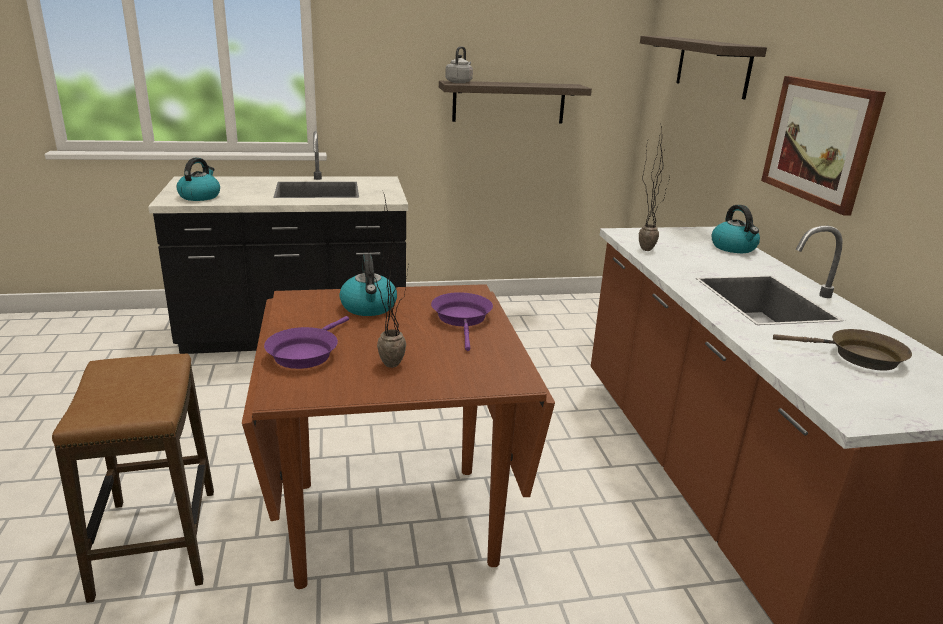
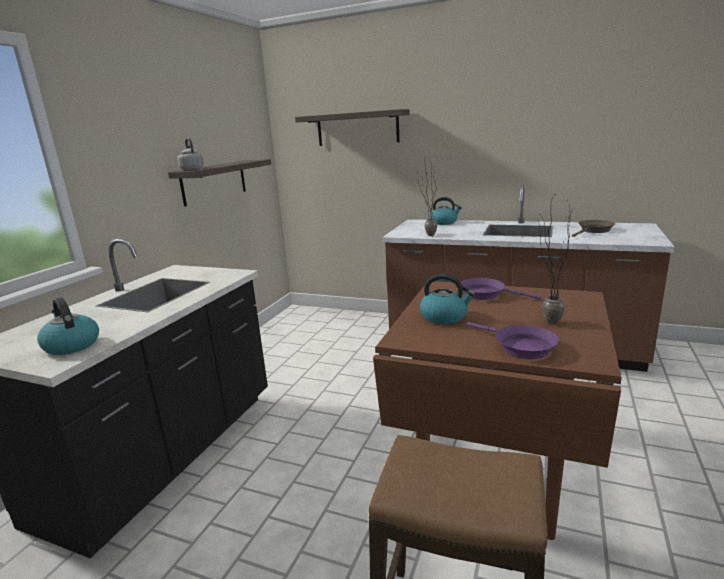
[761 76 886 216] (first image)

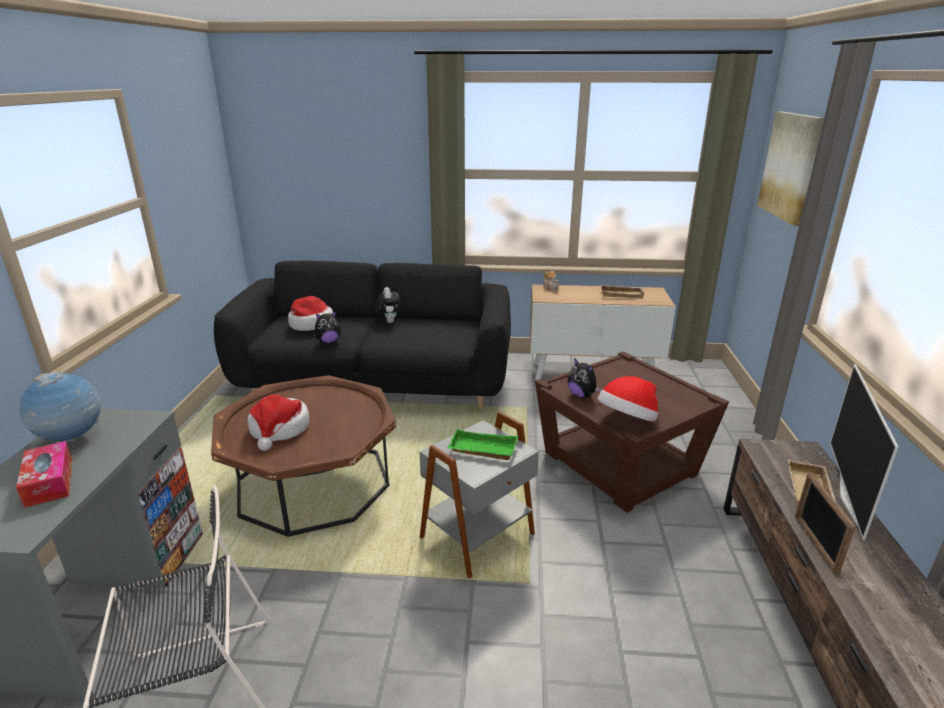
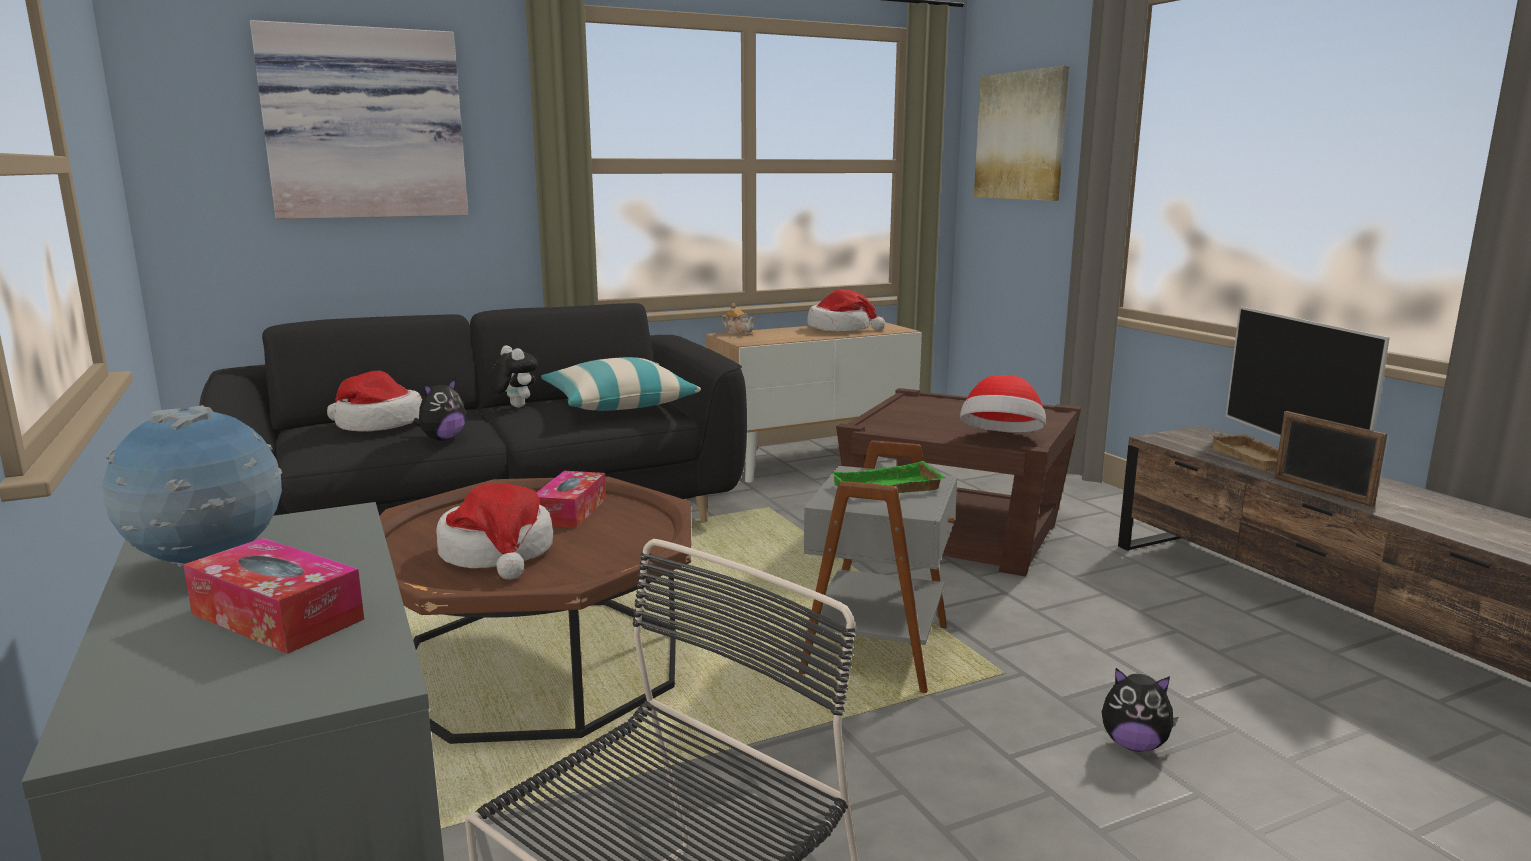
[807 289 885 331]
[1102 668 1178 752]
[250 20 468 219]
[541 357 701 411]
[537 471 606 528]

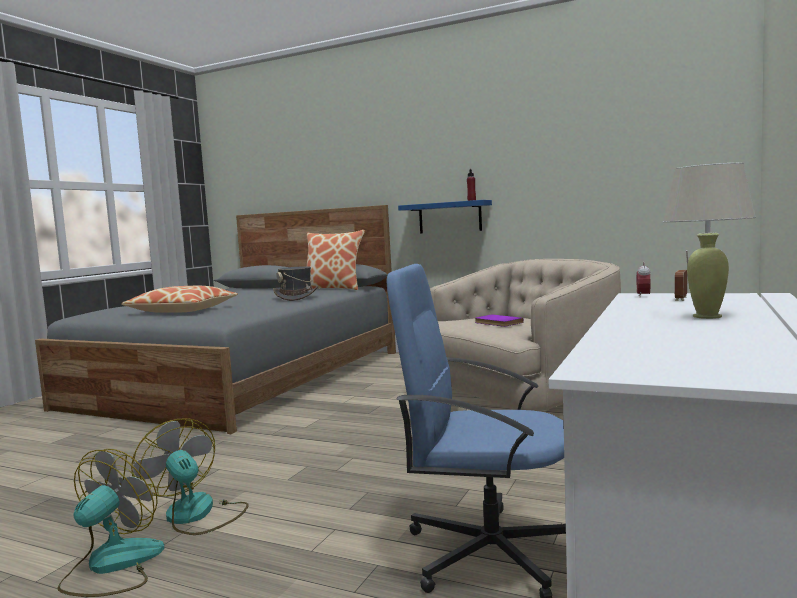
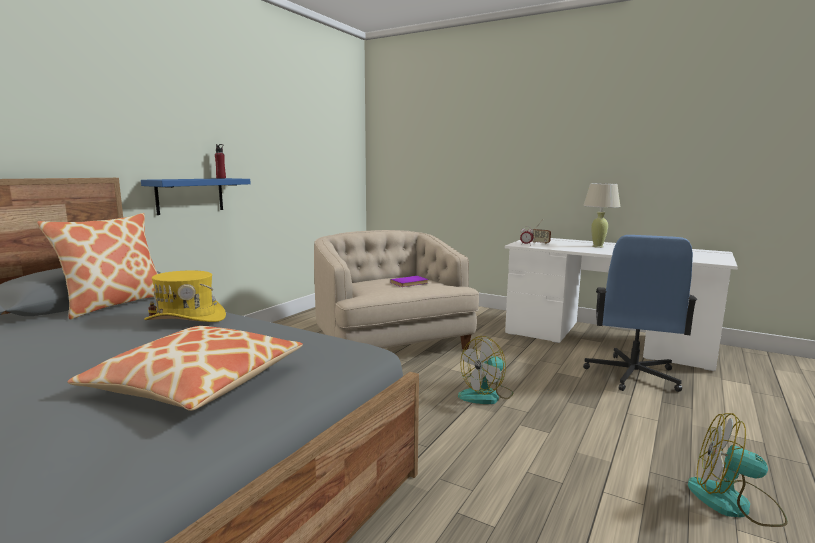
[144 270 226 322]
[458 336 513 404]

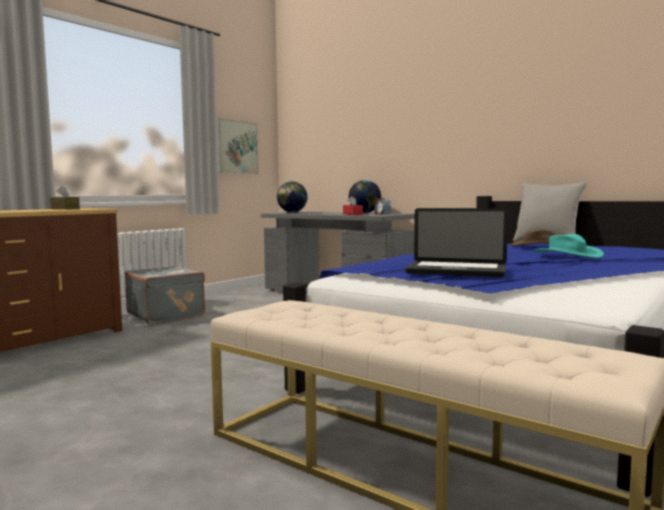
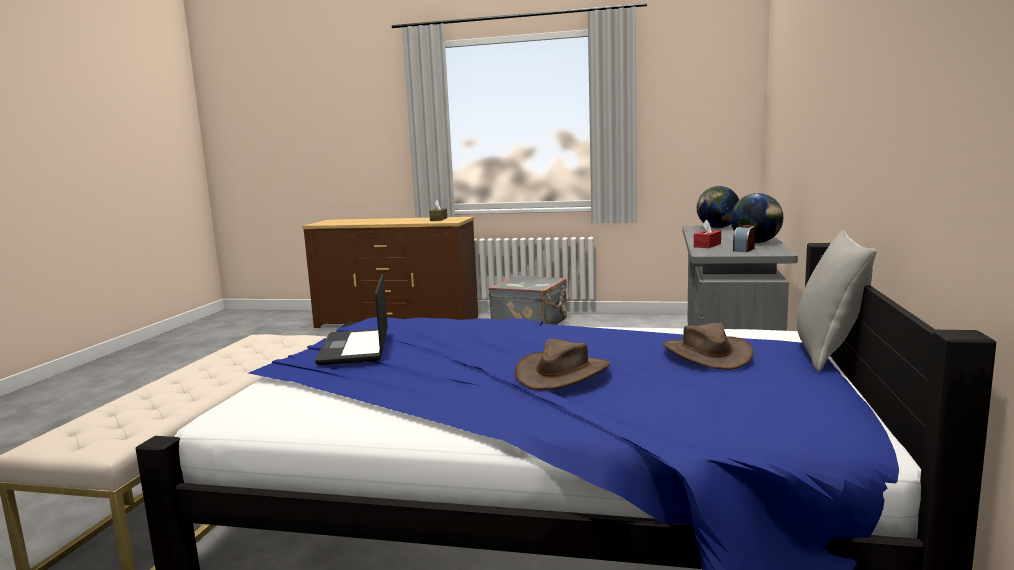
[216 118 259 174] (first image)
[515 339 610 390]

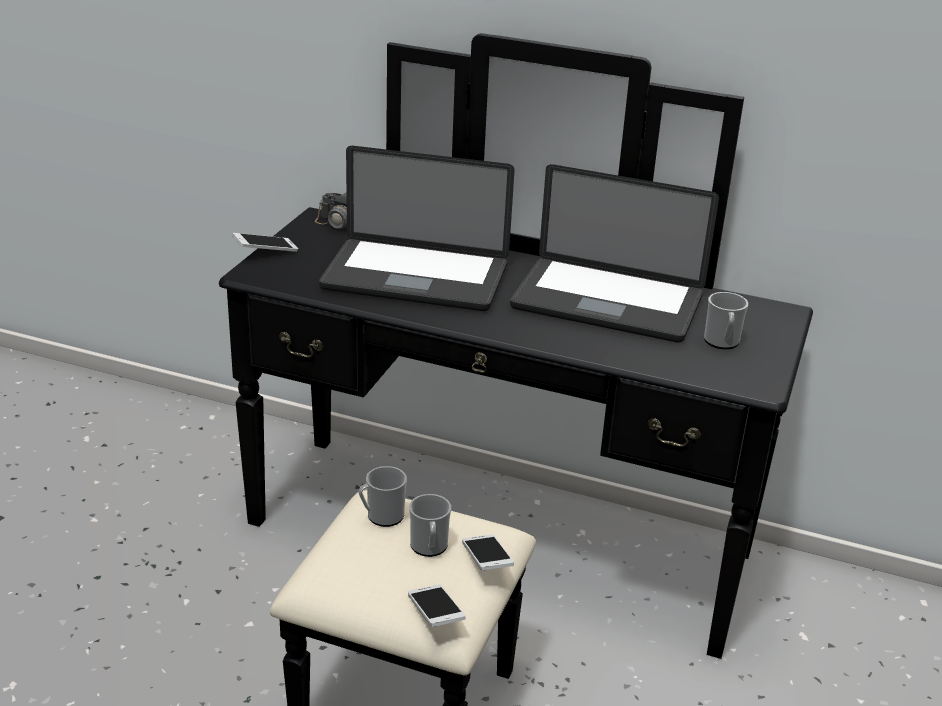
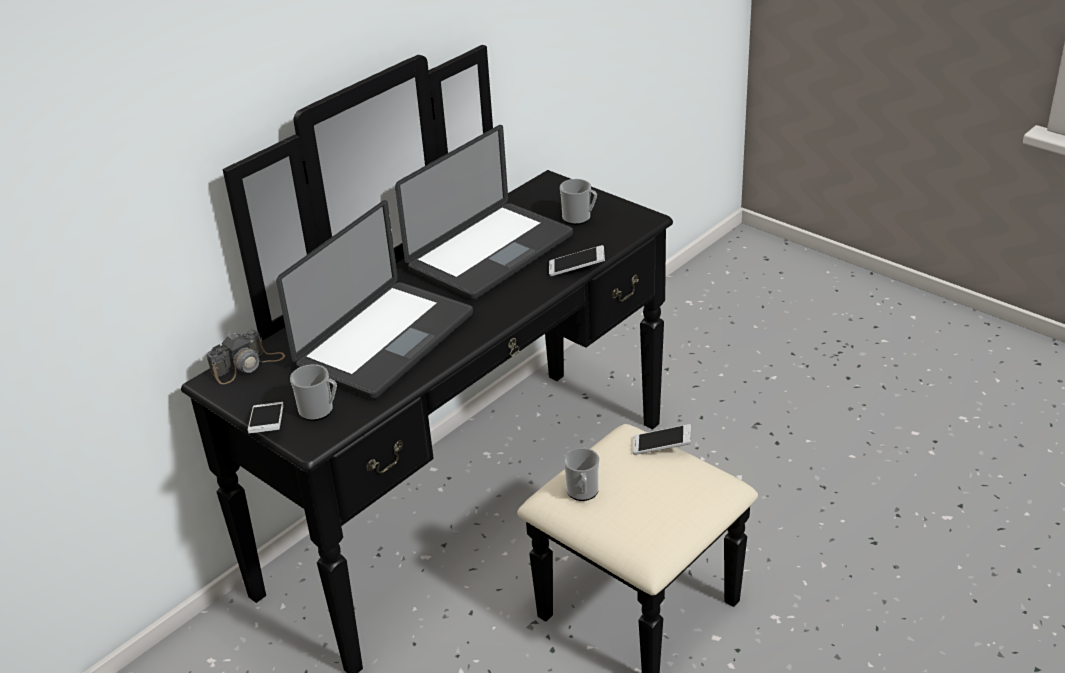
[290 364 337 421]
[549 245 605 277]

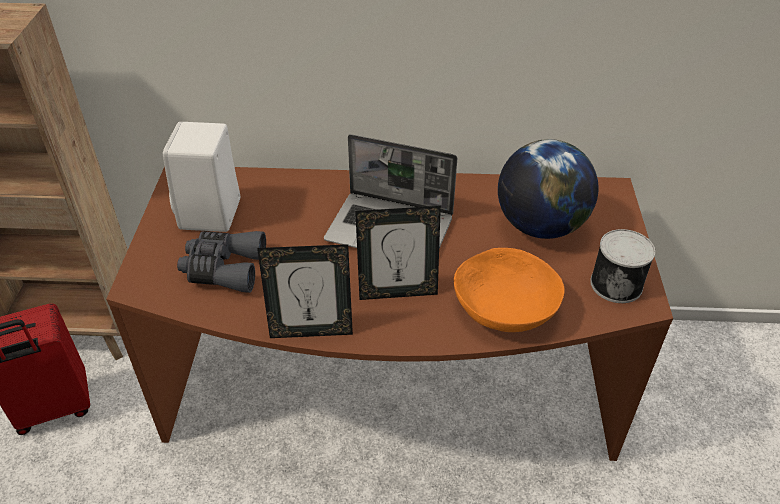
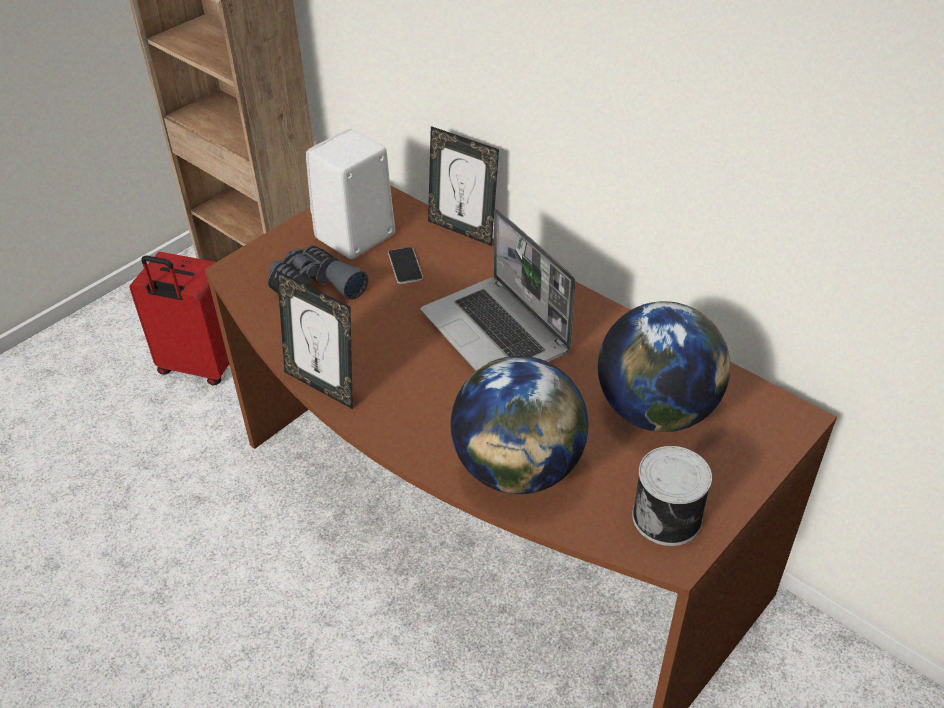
[428 126 499 246]
[451 356 588 494]
[388 247 423 284]

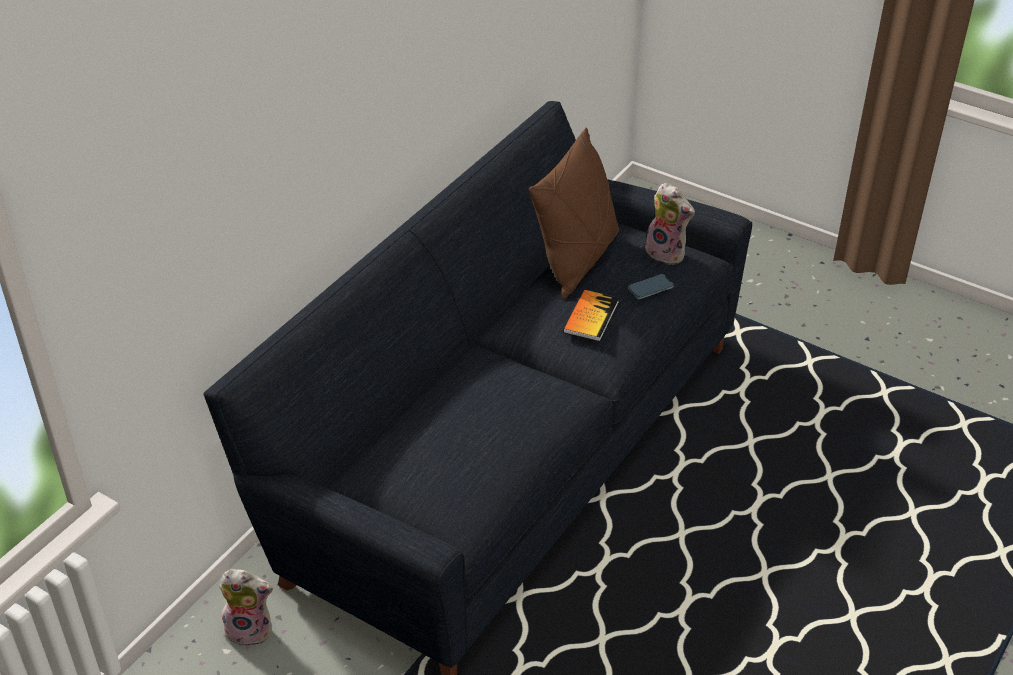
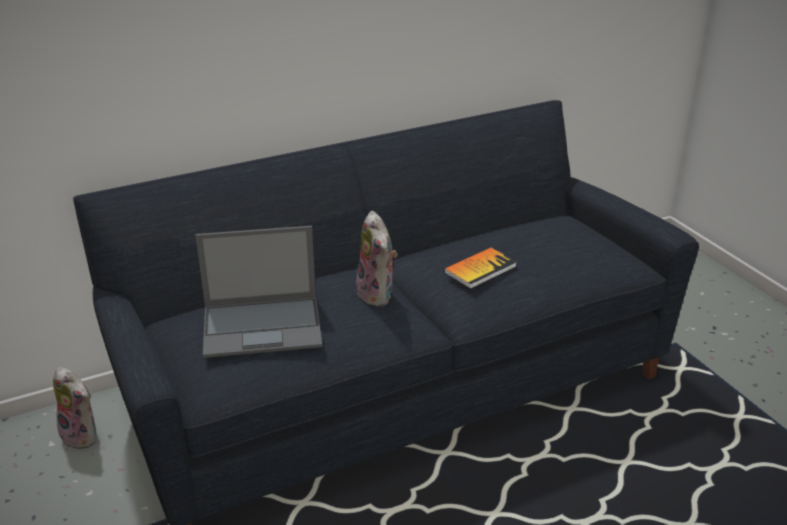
[529 128 619 299] (first image)
[356 211 397 307]
[628 274 674 299] (first image)
[196 226 323 358]

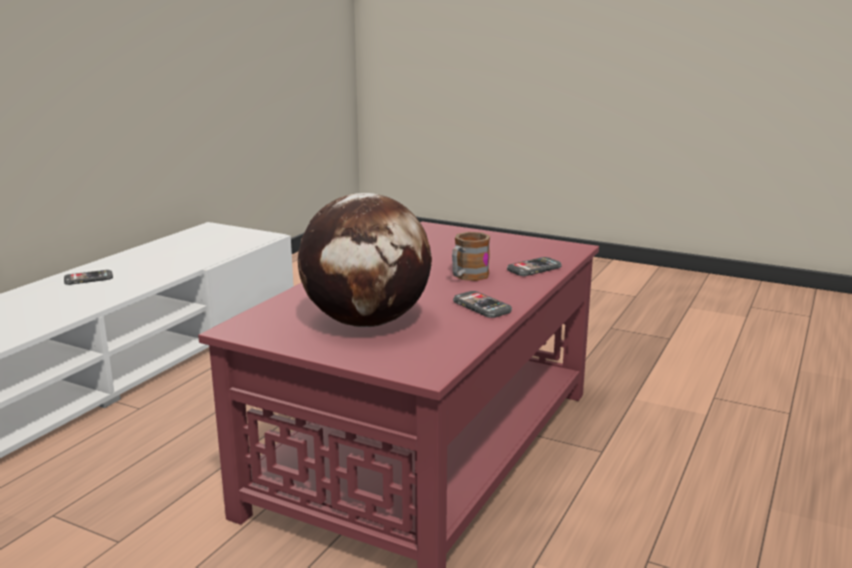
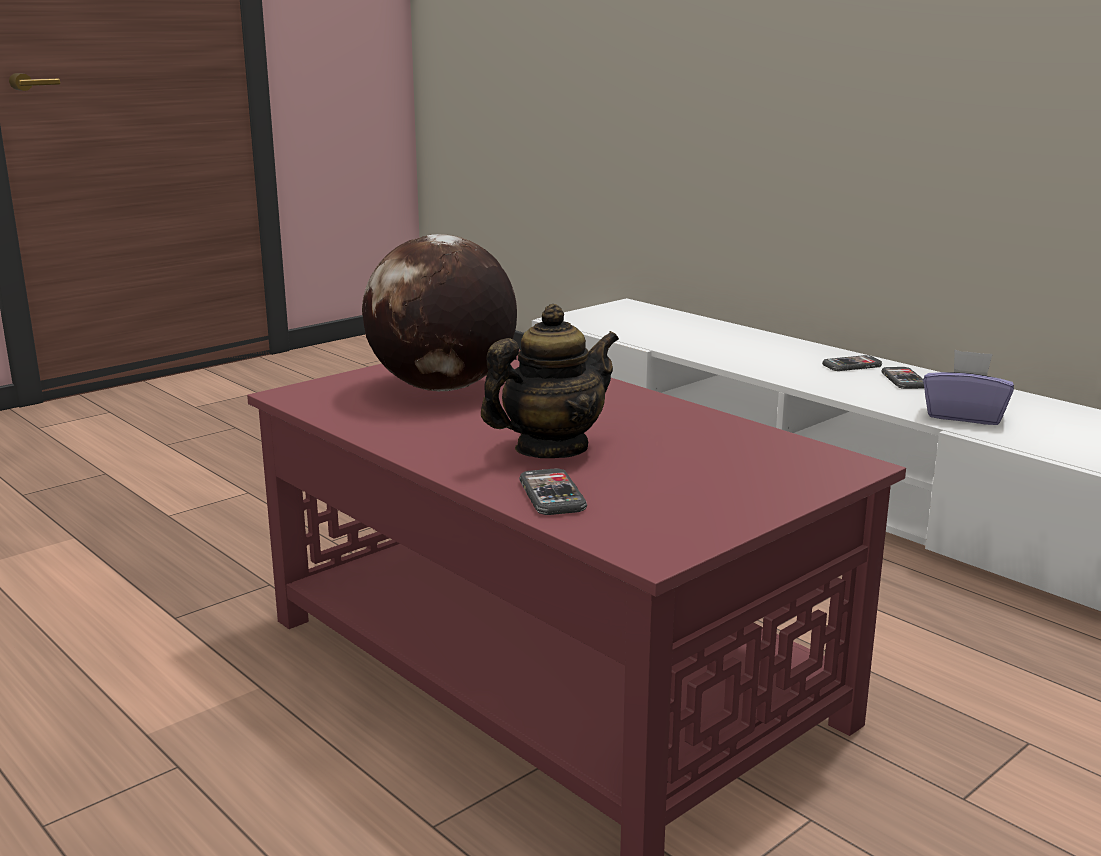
[481 304 619 458]
[822 355 882 371]
[923 350 1014 425]

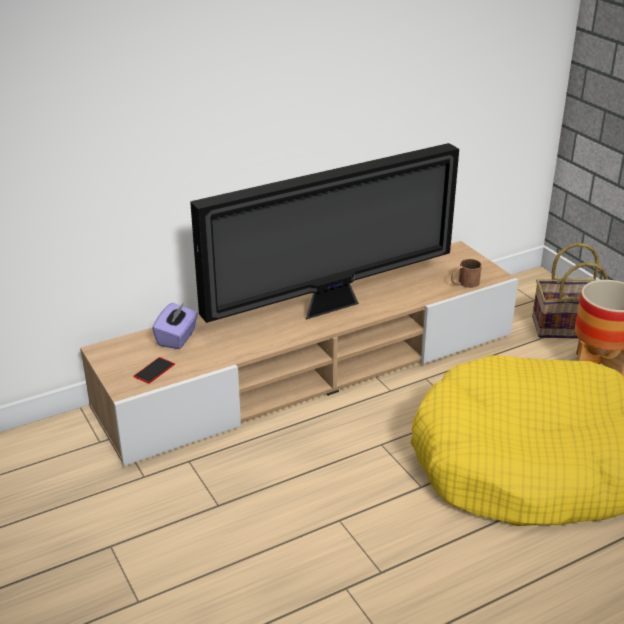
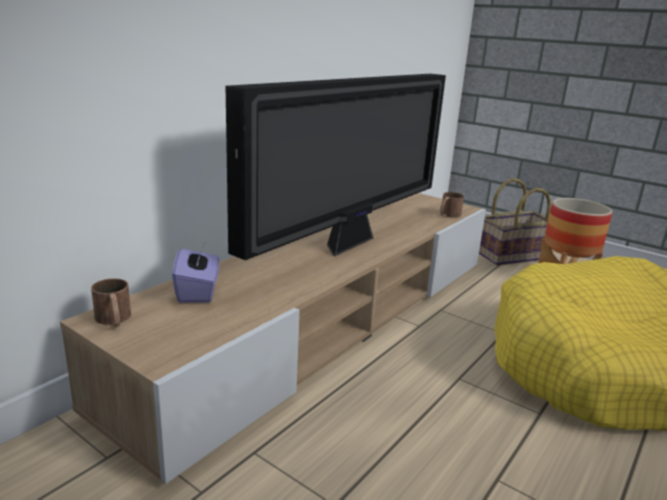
[133 357 175 384] (first image)
[91 278 131 327]

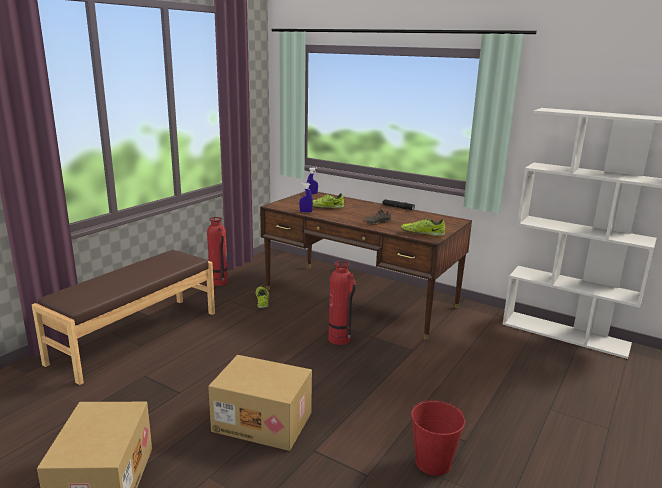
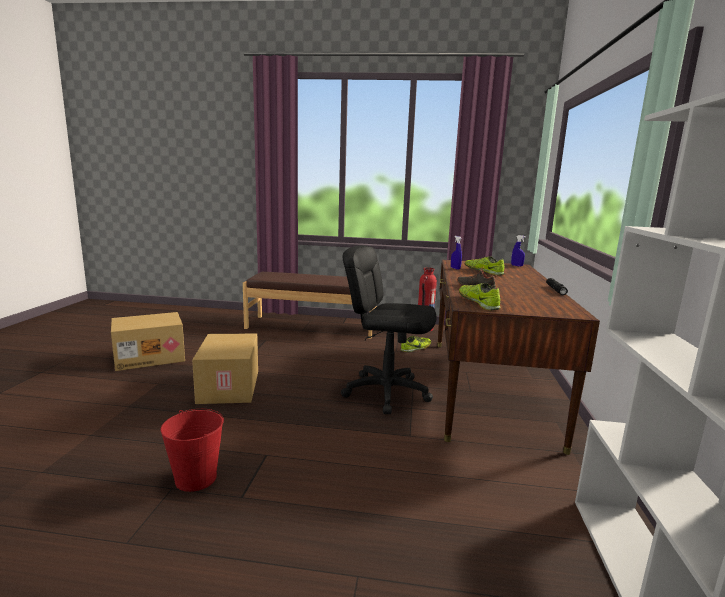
[341 245 437 414]

